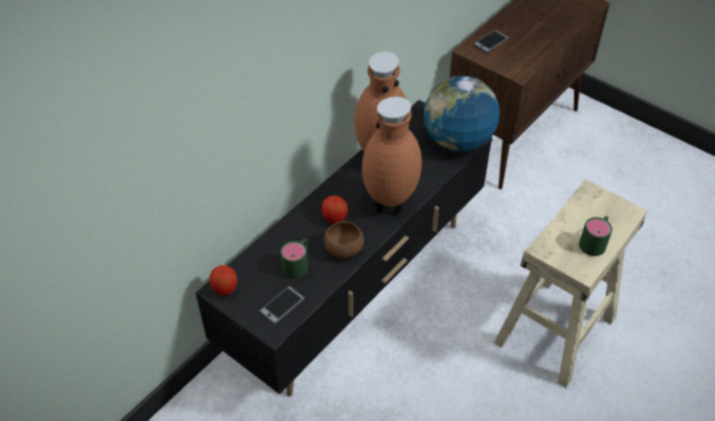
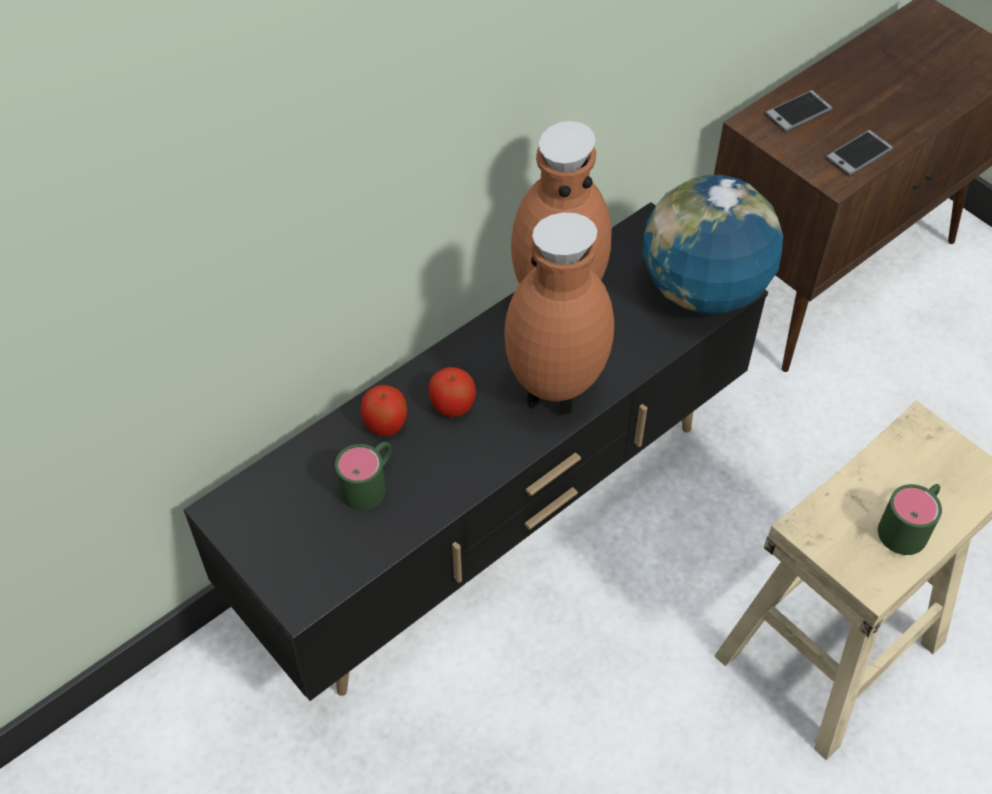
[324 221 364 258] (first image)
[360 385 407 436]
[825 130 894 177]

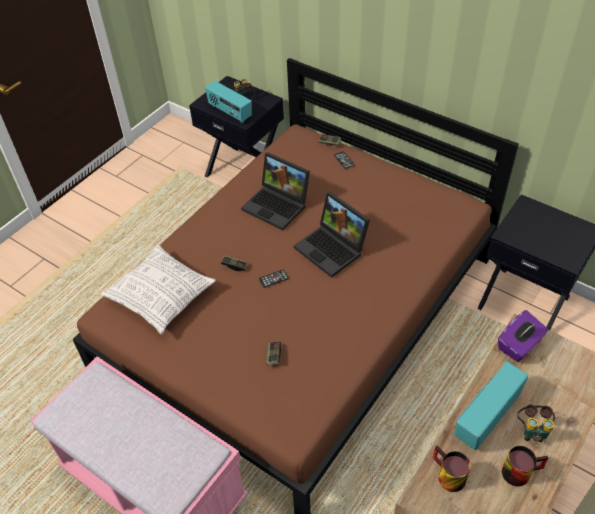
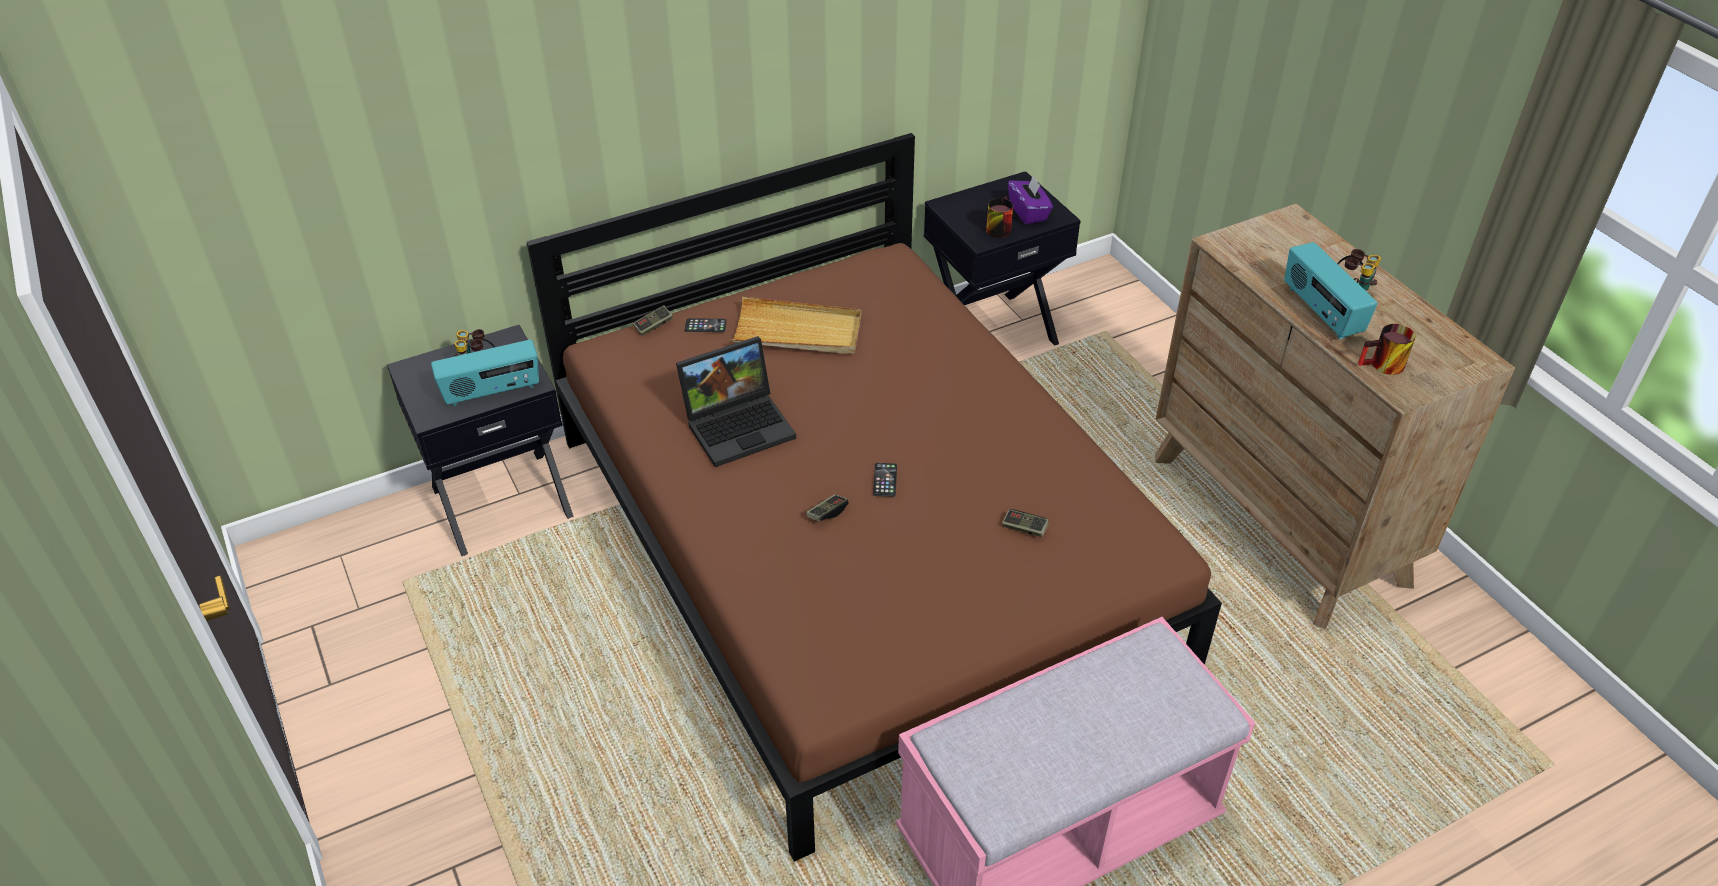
[294 192 370 278] (first image)
[101 245 216 334] (first image)
[1008 174 1053 224]
[986 196 1013 238]
[731 297 862 354]

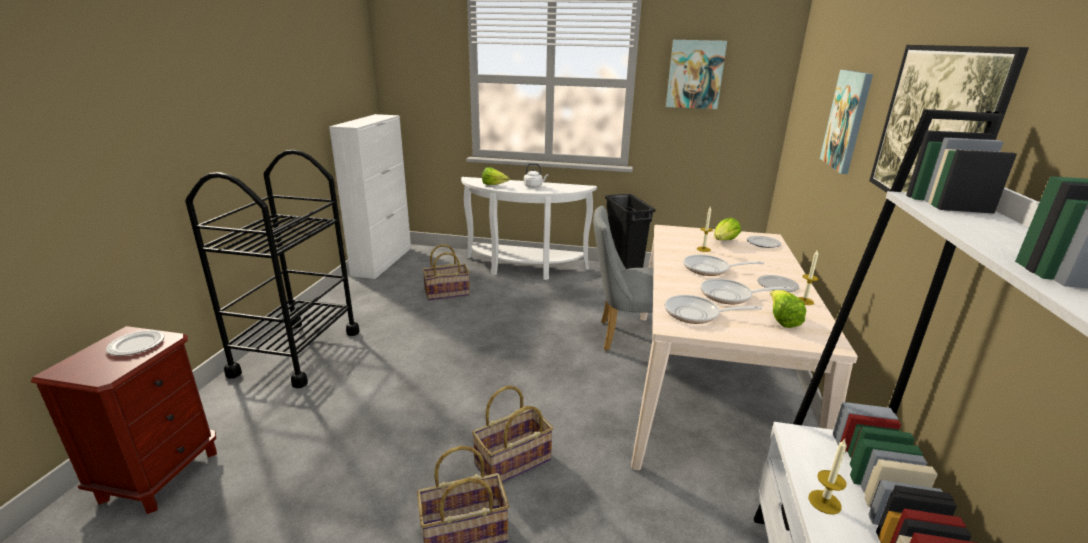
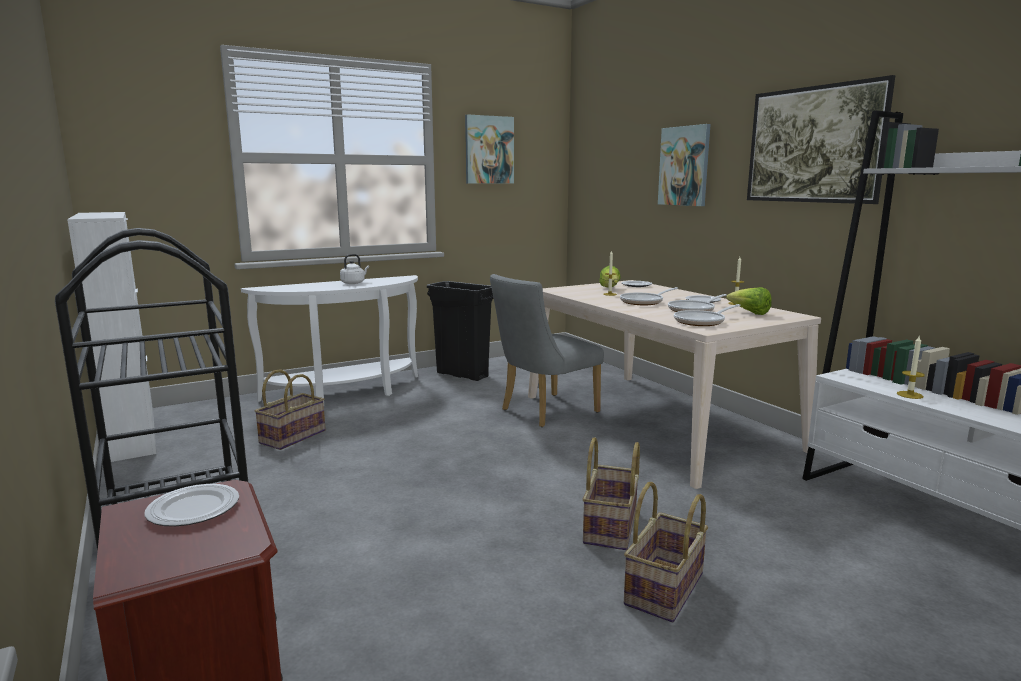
[482 167 510 185] (first image)

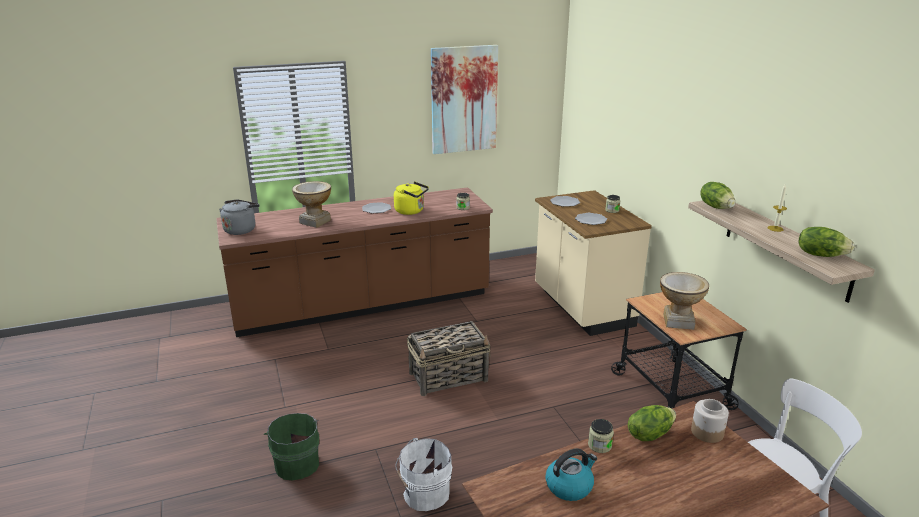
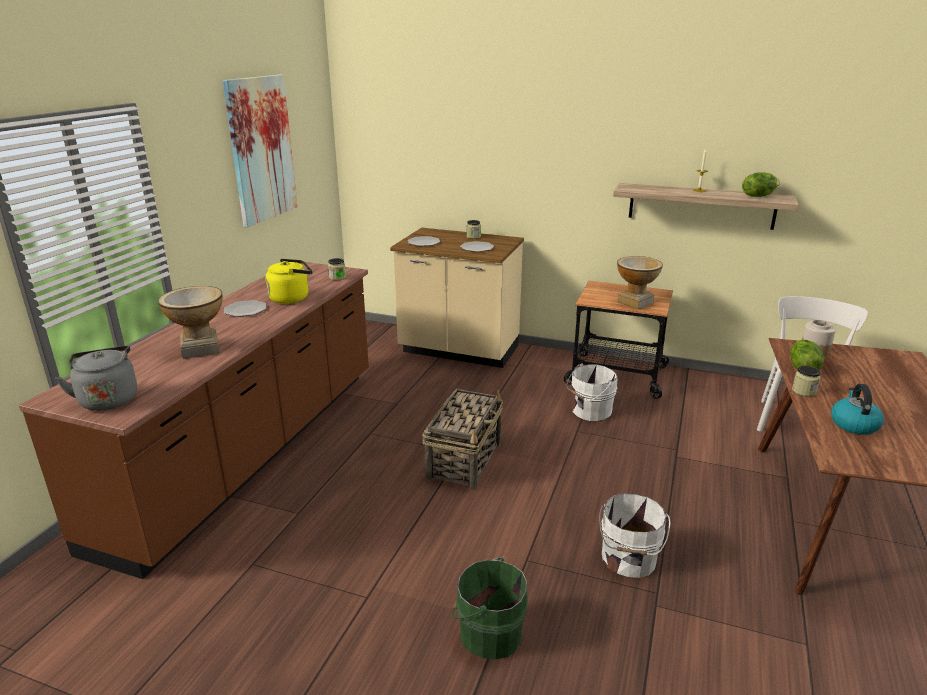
[700 182 735 209] (first image)
[567 363 618 421]

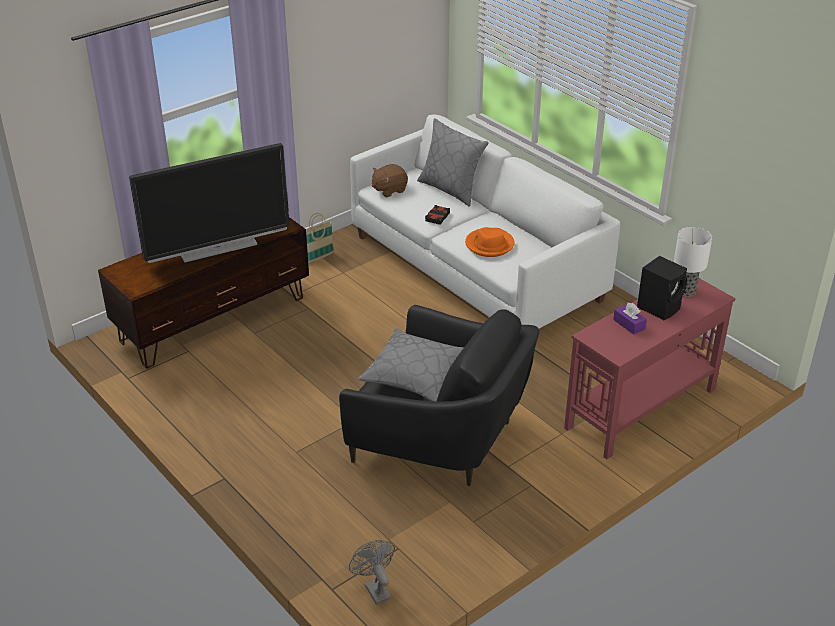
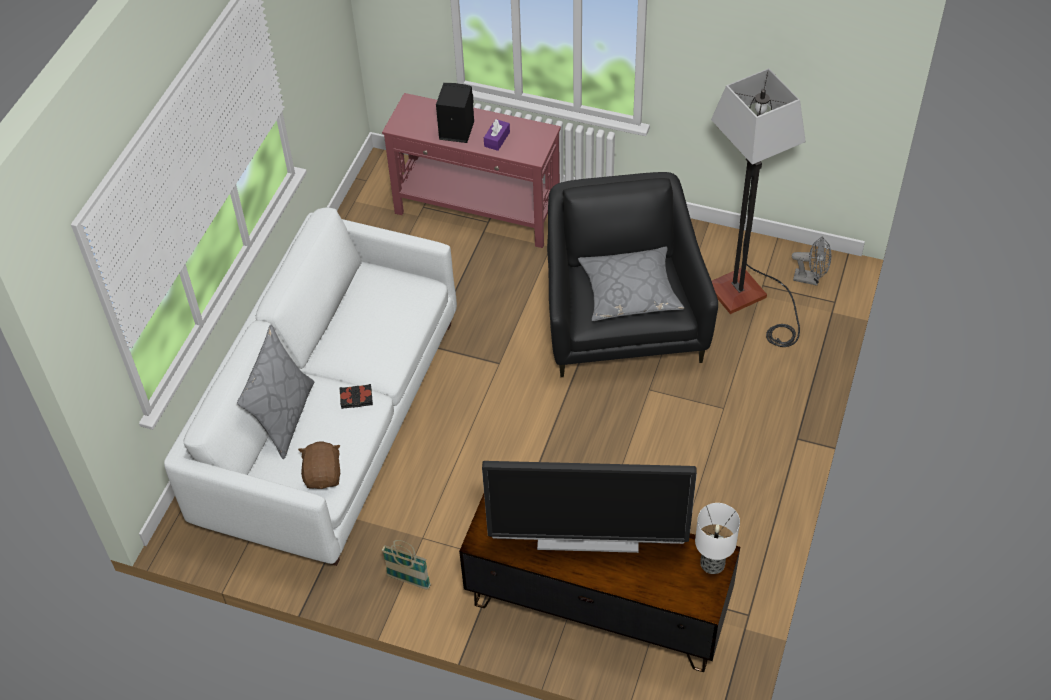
[482 461 697 553]
[298 441 340 489]
[465 227 515 257] (first image)
[695 503 740 574]
[792 236 831 286]
[711 68 806 347]

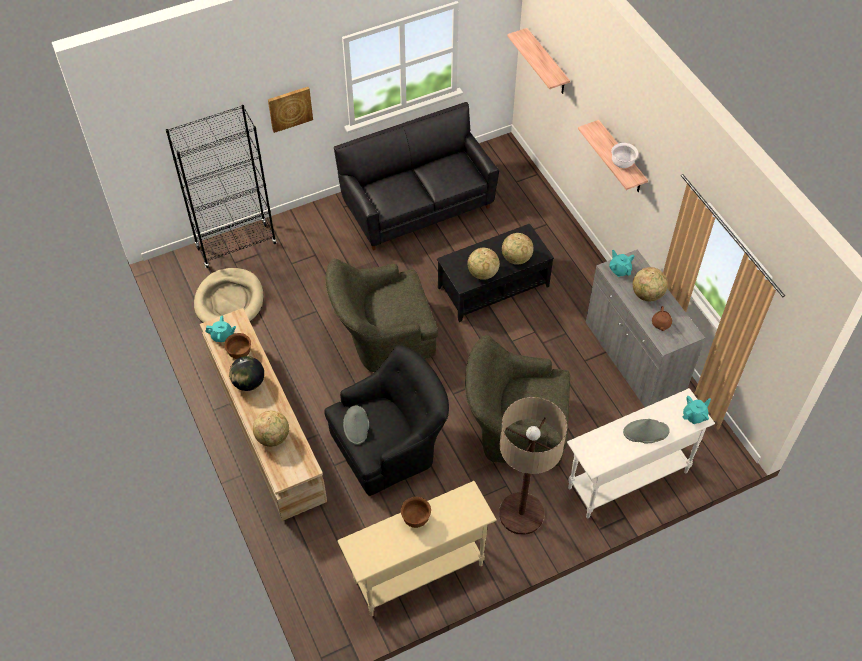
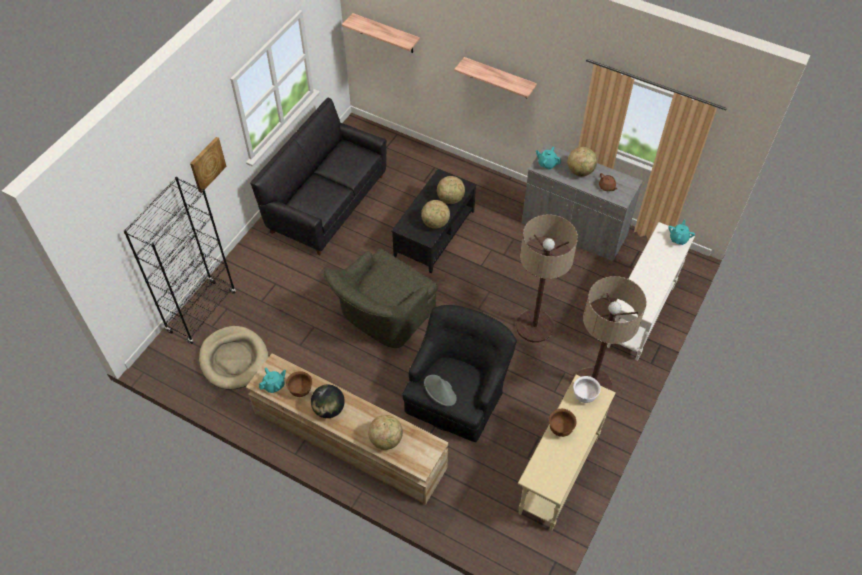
[573 376 601 403]
[516 214 578 343]
[623 419 670 443] (first image)

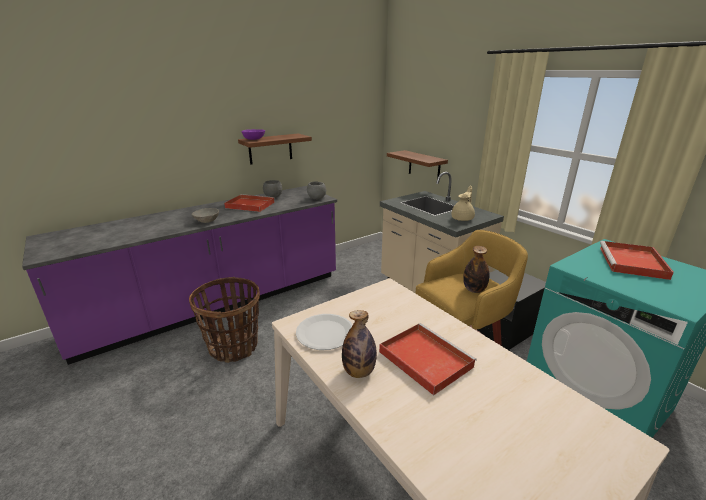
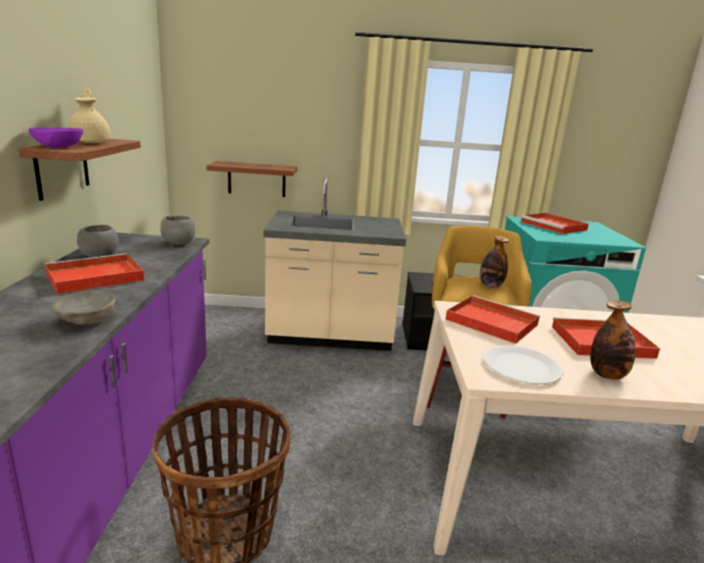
[68 88 111 143]
[445 295 540 344]

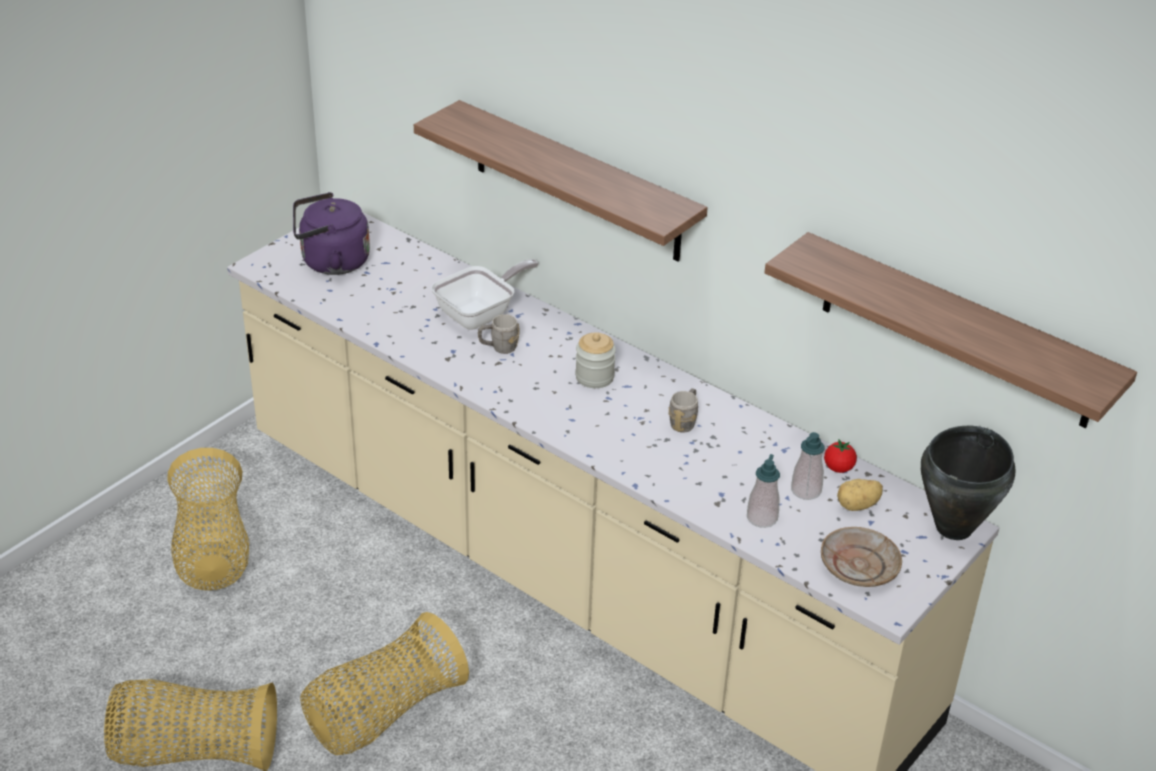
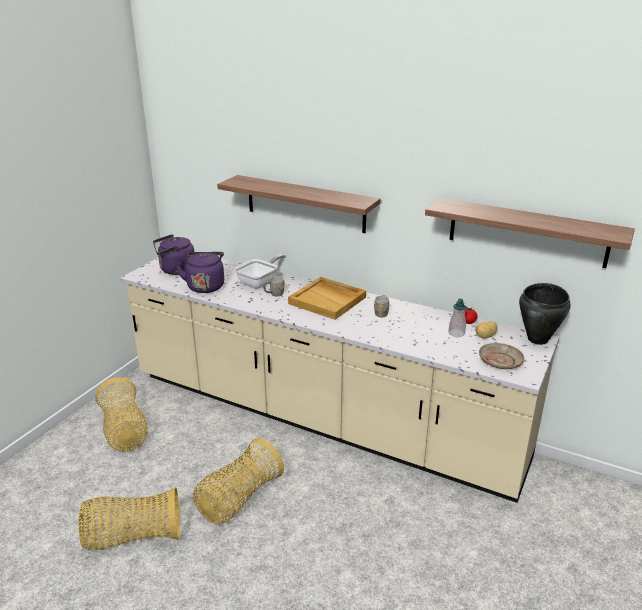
[288 277 366 320]
[747 454 780 528] (first image)
[176 252 224 293]

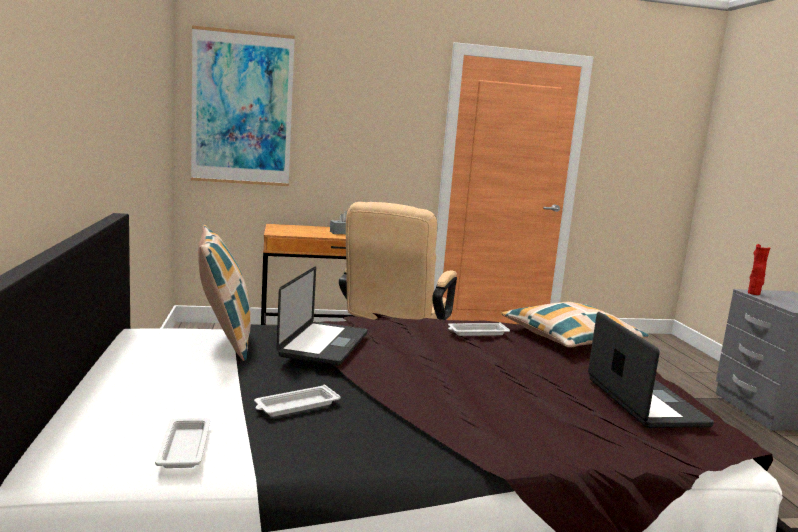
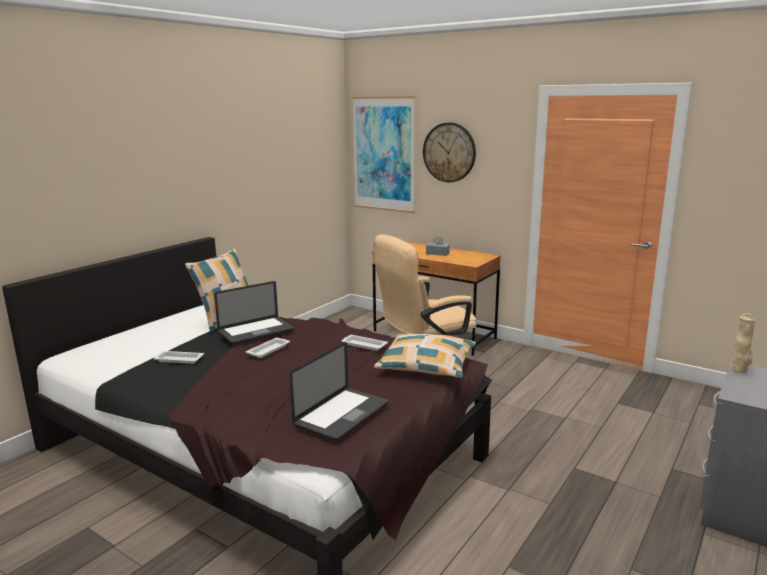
[732 314 756 373]
[246 338 290 358]
[423 122 476 182]

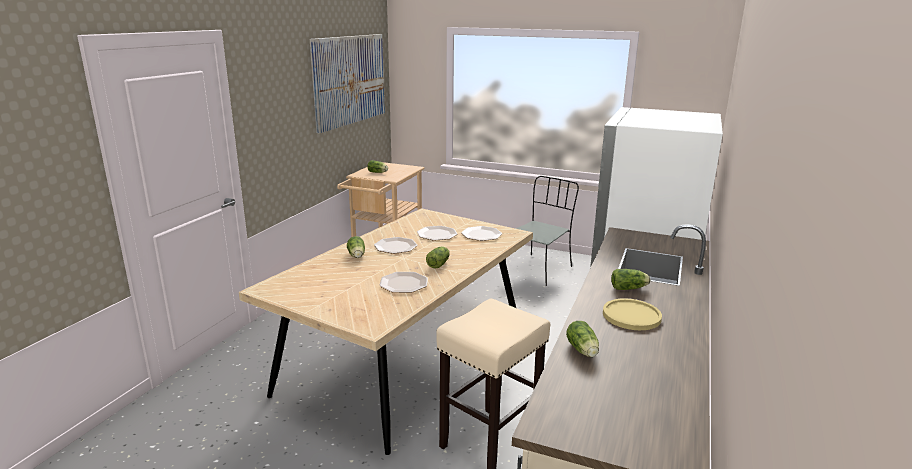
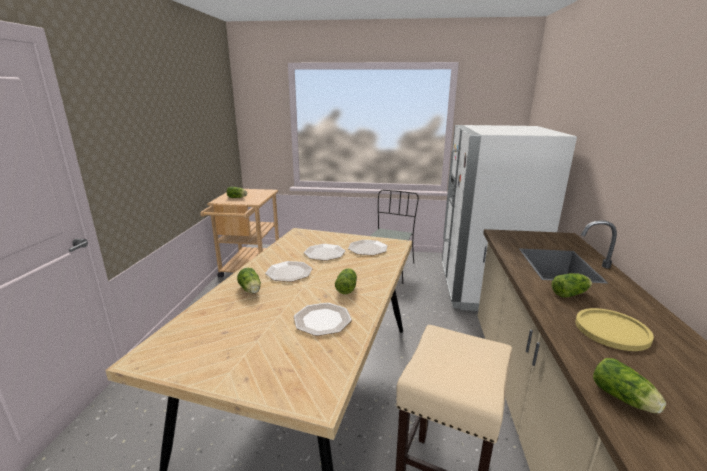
[310 34 385 133] (first image)

